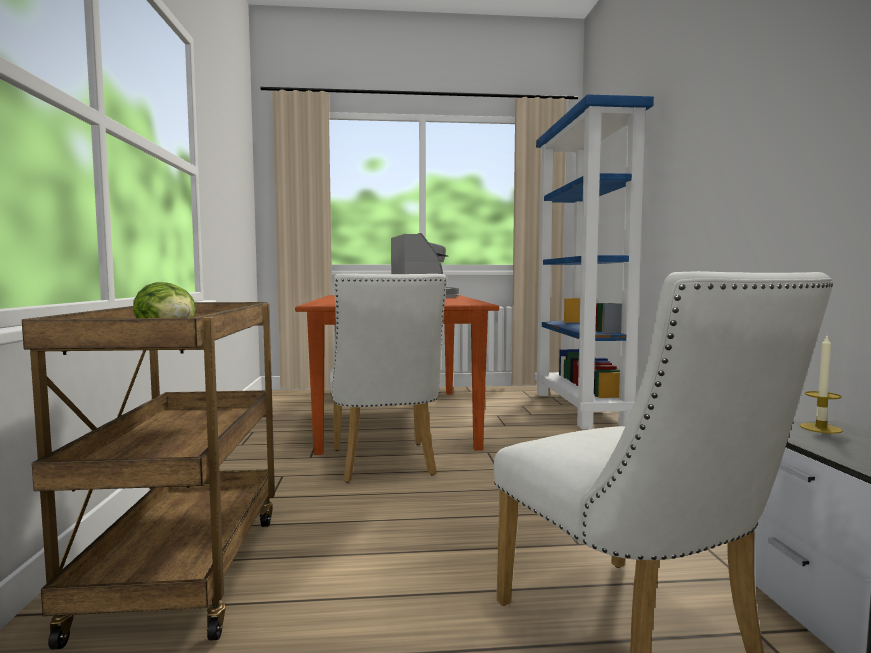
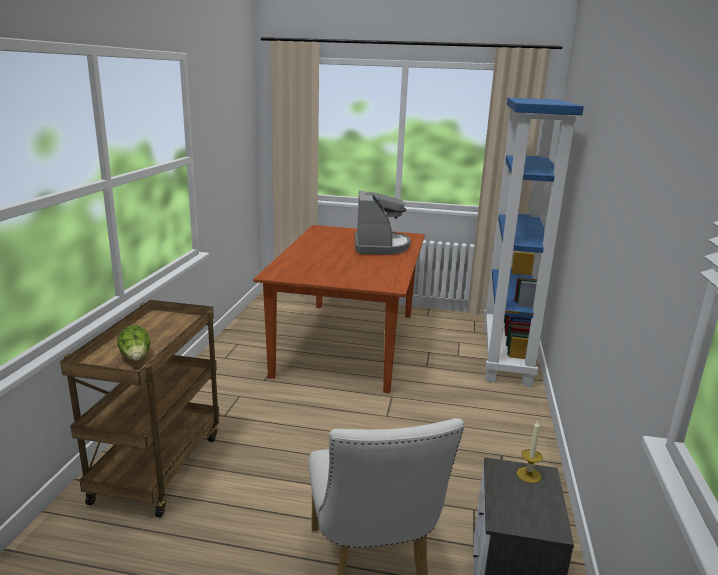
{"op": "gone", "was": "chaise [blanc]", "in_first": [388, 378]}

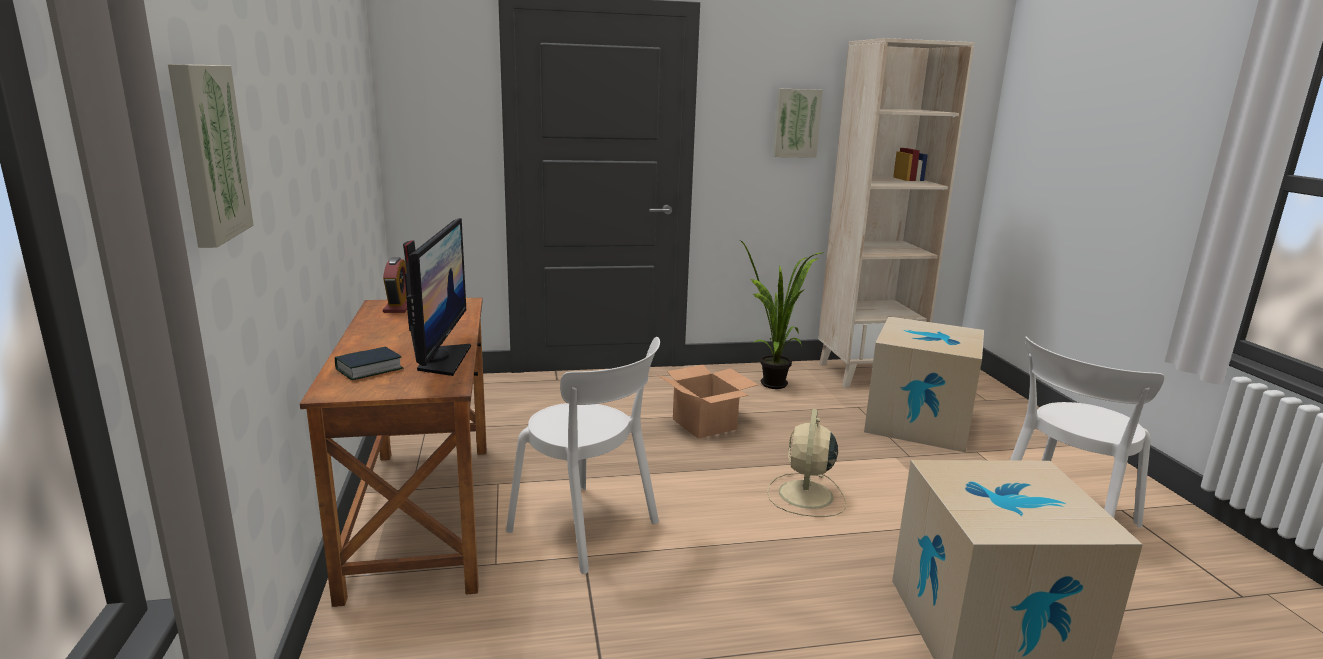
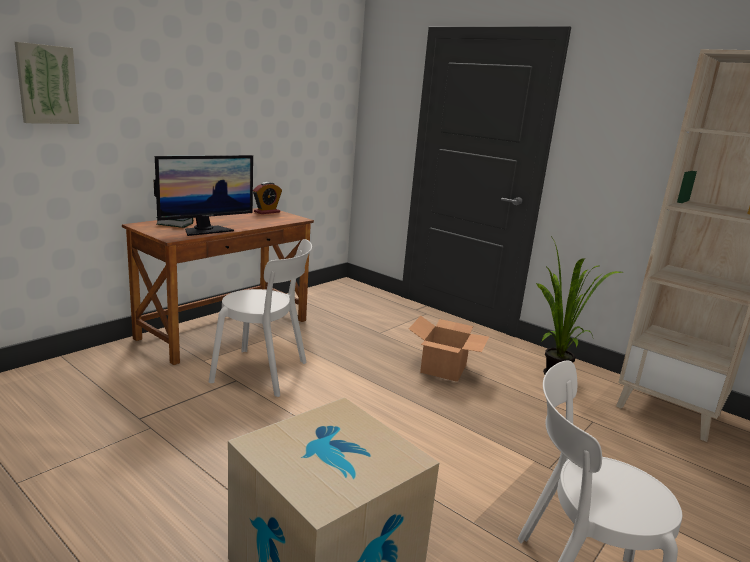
{"op": "gone", "was": "ventilateur [beige]", "in_first": [806, 463]}
{"op": "gone", "was": "tableau", "in_first": [798, 123]}
{"op": "gone", "was": "carton", "in_first": [924, 384]}
{"op": "rotated", "was": "chaise [blanc]", "in_first": [583, 455], "in_second": [260, 318], "clockwise": -75}

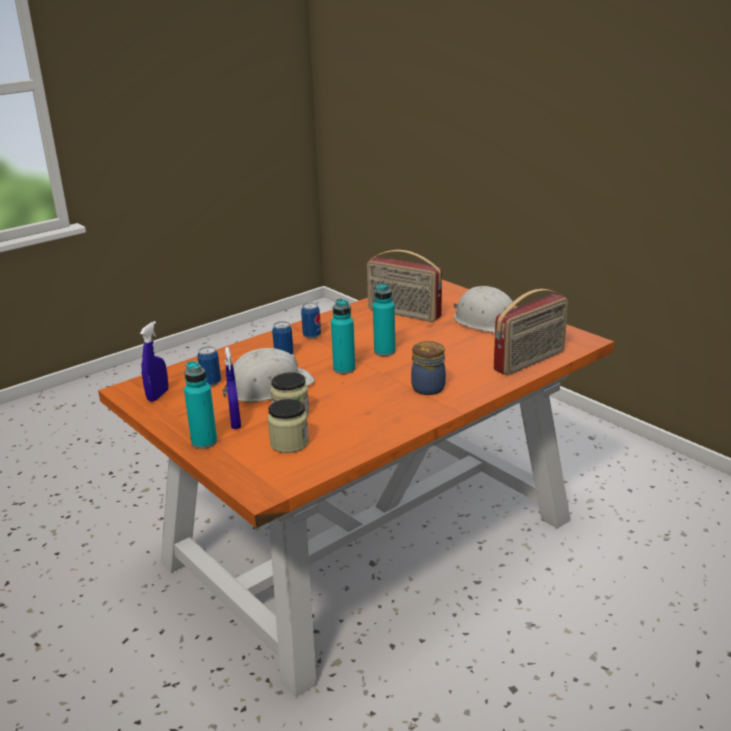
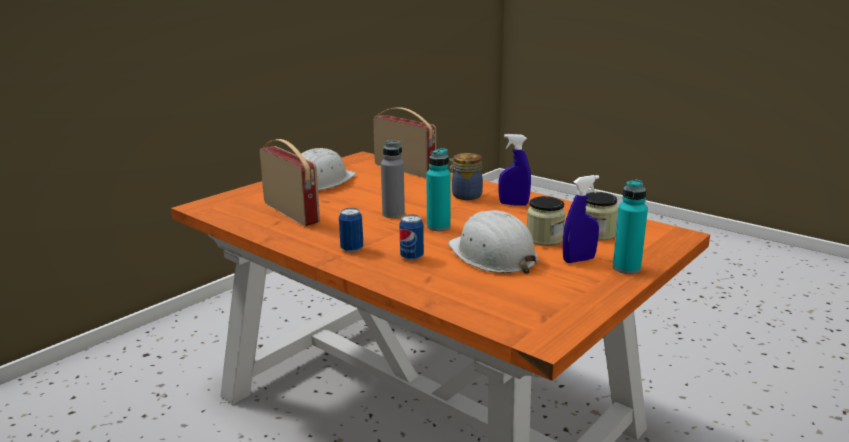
{"op": "gone", "was": "boîte métallique", "in_first": [209, 366]}
{"op": "shifted", "was": "vaporisateur [bleu]", "in_first": [154, 361], "in_second": [515, 170]}
{"op": "repainted", "was": "bouteille [turquoise]", "now": "bouteille [gris]", "in_first": [384, 319], "in_second": [393, 179]}
{"op": "rotated", "was": "radio", "in_first": [404, 286], "in_second": [289, 182], "clockwise": -60}

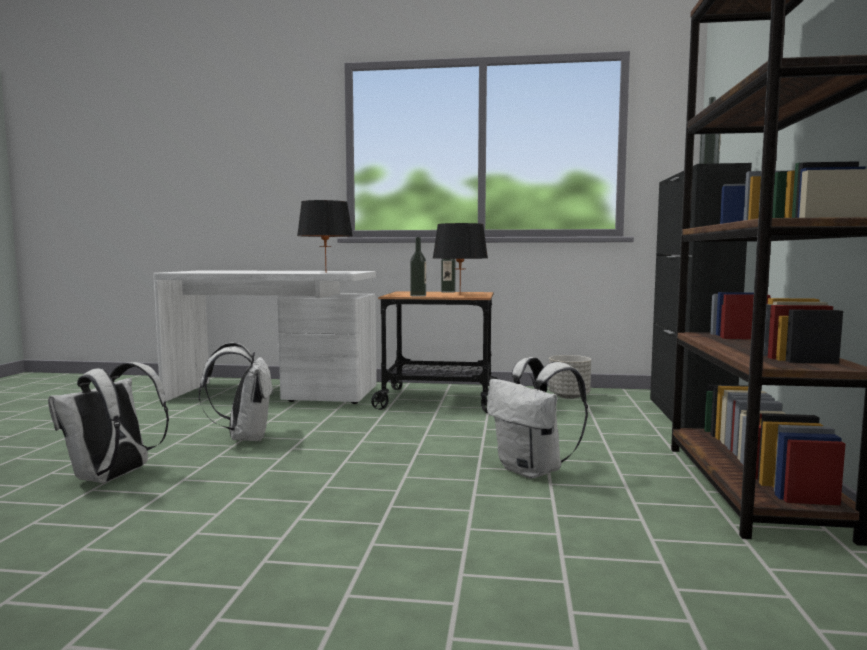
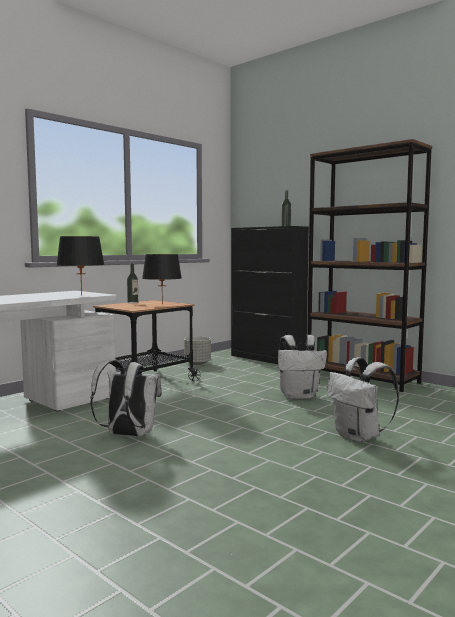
{"op": "gone", "was": "bouteille", "in_first": [418, 267]}
{"op": "shifted", "was": "sac à dos [blanc]", "in_first": [108, 422], "in_second": [363, 400]}

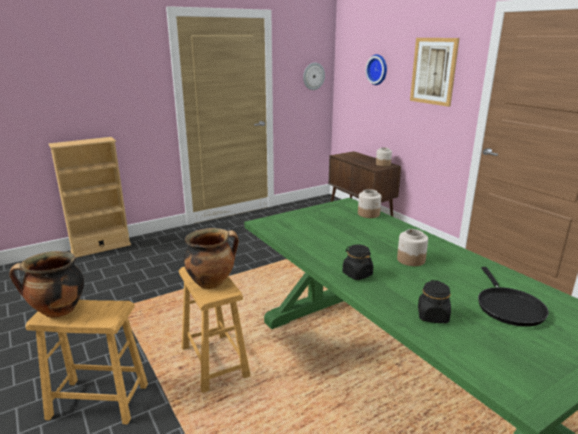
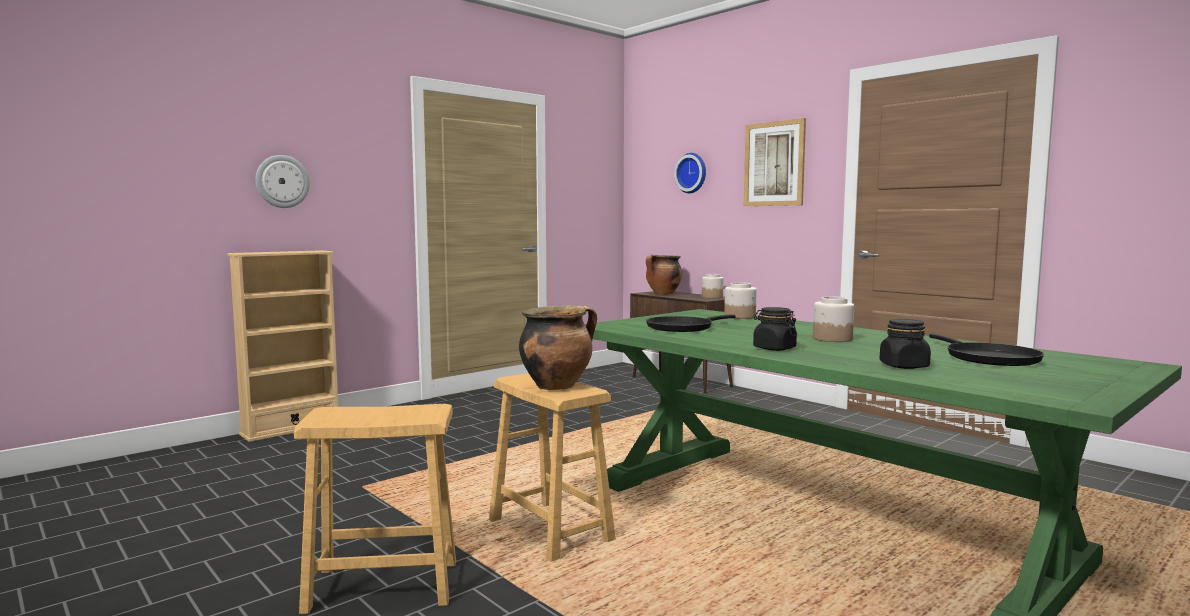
{"op": "new", "now": "poêle [noir]", "in_second": [691, 323]}
{"op": "shifted", "was": "marmite", "in_first": [46, 284], "in_second": [664, 274]}
{"op": "shifted", "was": "horloge murale", "in_first": [314, 76], "in_second": [283, 181]}

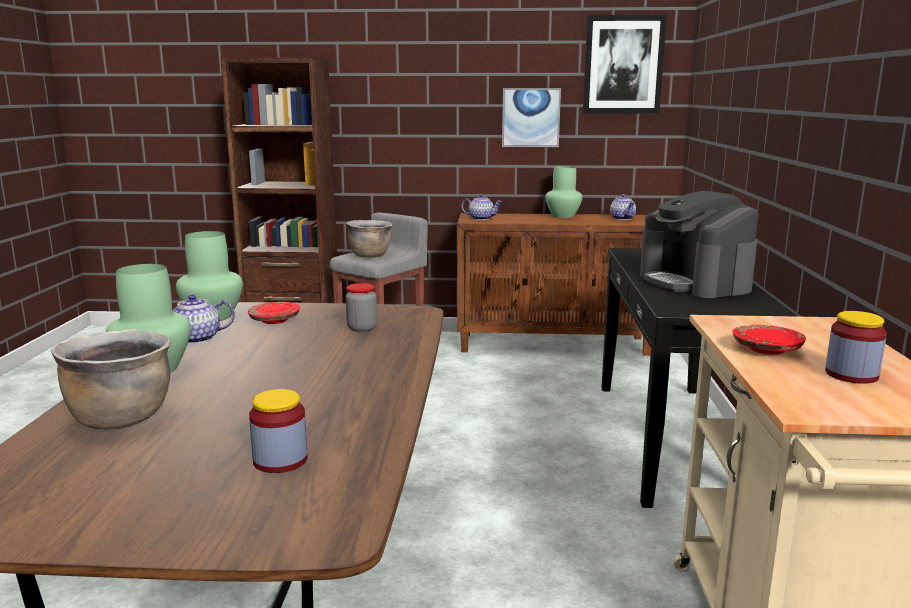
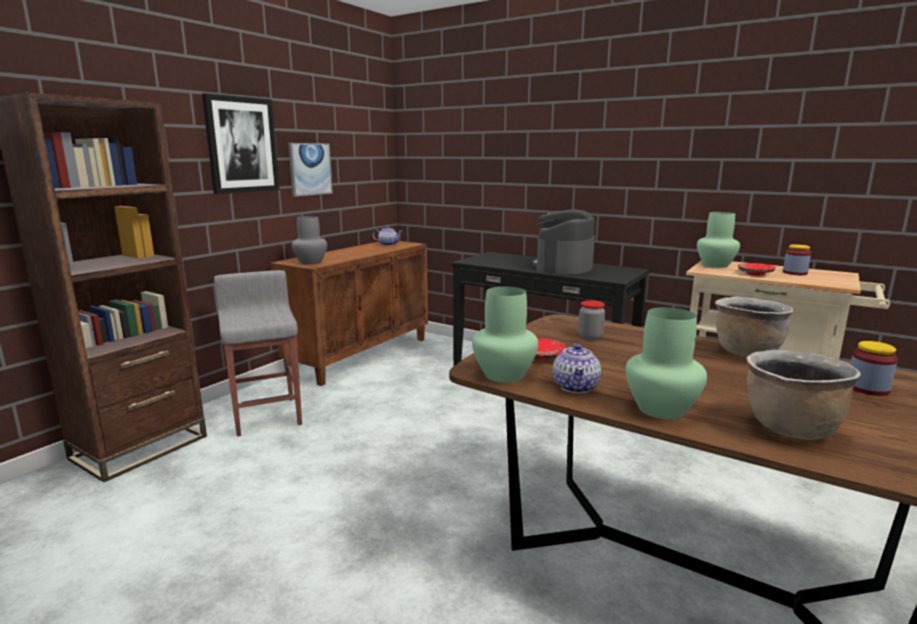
{"op": "shifted", "was": "marmite [marron]", "in_first": [369, 239], "in_second": [754, 327]}
{"op": "shifted", "was": "vase [vert]", "in_first": [563, 192], "in_second": [718, 240]}
{"op": "shifted", "was": "tableau", "in_first": [625, 64], "in_second": [240, 143]}
{"op": "swapped", "was": "théière", "now": "vase [gris]", "in_first": [481, 207], "in_second": [309, 240]}
{"op": "rotated", "was": "machine à café", "in_first": [699, 244], "in_second": [563, 241], "clockwise": 105}

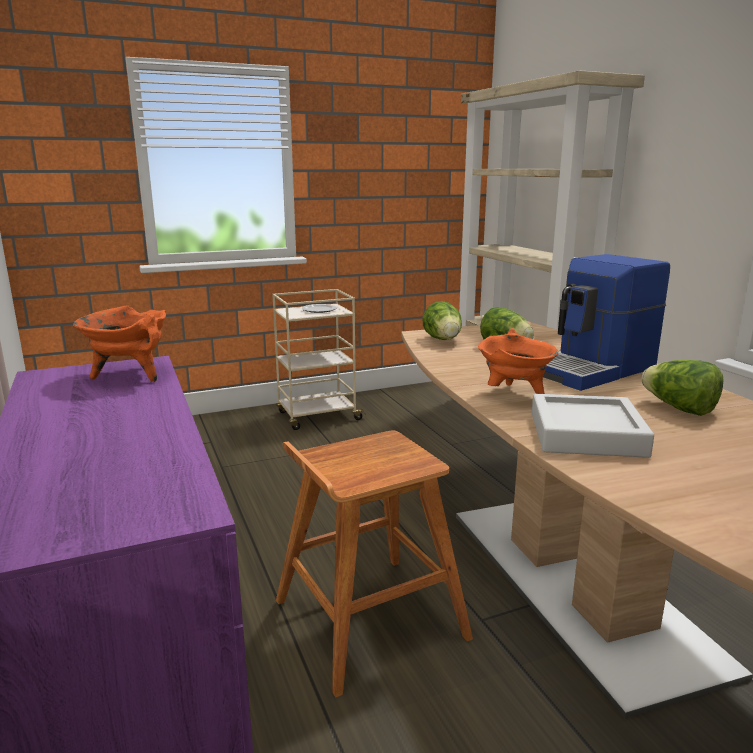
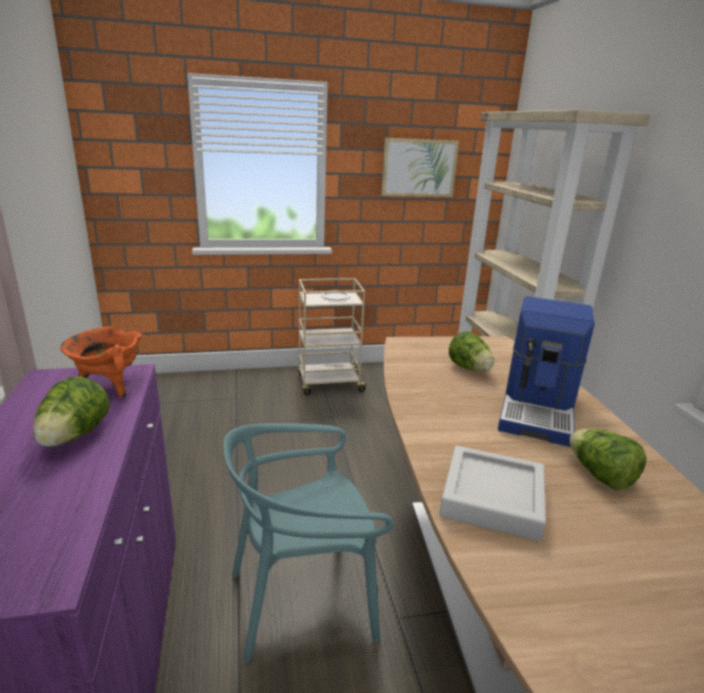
{"op": "gone", "was": "marmite [orange]", "in_first": [518, 361]}
{"op": "new", "now": "tableau", "in_second": [420, 167]}
{"op": "shifted", "was": "laitue", "in_first": [442, 320], "in_second": [71, 411]}
{"op": "swapped", "was": "tabouret [marron]", "now": "chaise [turquoise]", "in_first": [374, 564], "in_second": [308, 543]}
{"op": "rotated", "was": "machine à café", "in_first": [606, 322], "in_second": [546, 371], "clockwise": -45}

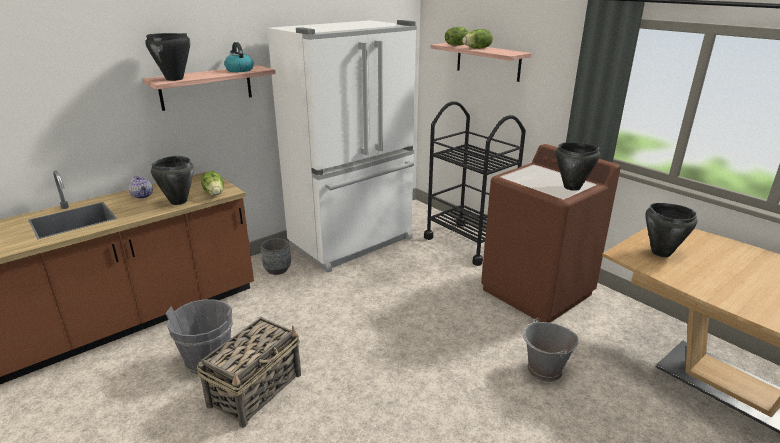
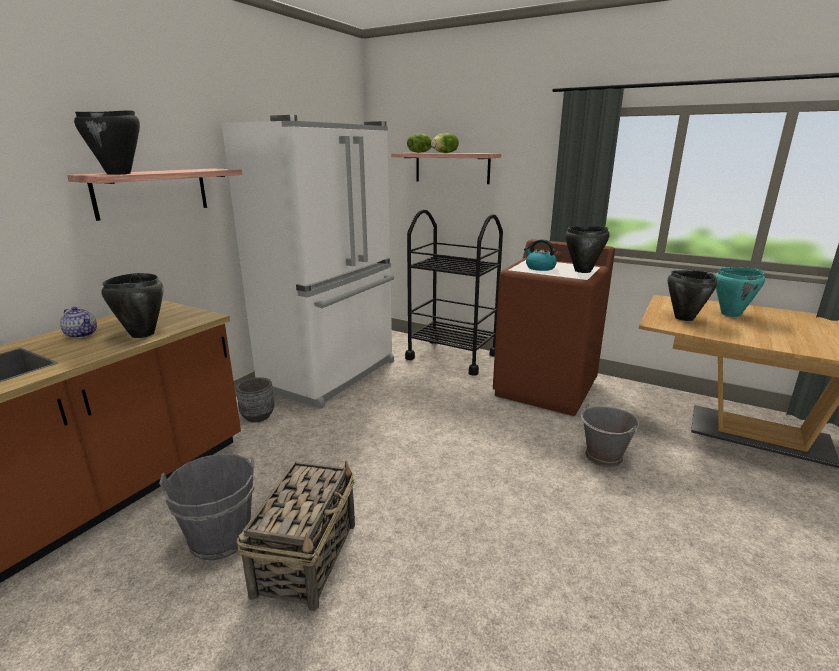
{"op": "gone", "was": "laitue", "in_first": [212, 183]}
{"op": "new", "now": "marmite [turquoise]", "in_second": [740, 292]}
{"op": "shifted", "was": "bouilloire", "in_first": [239, 57], "in_second": [540, 255]}

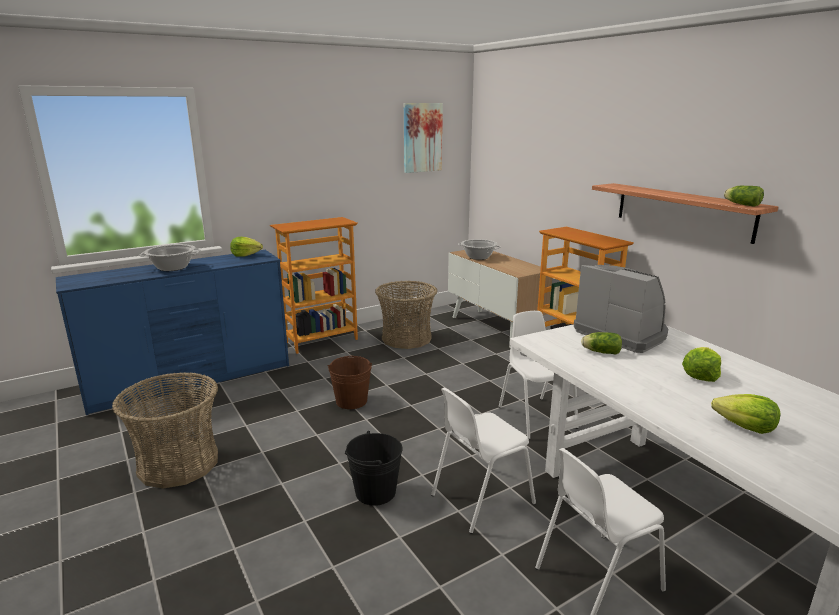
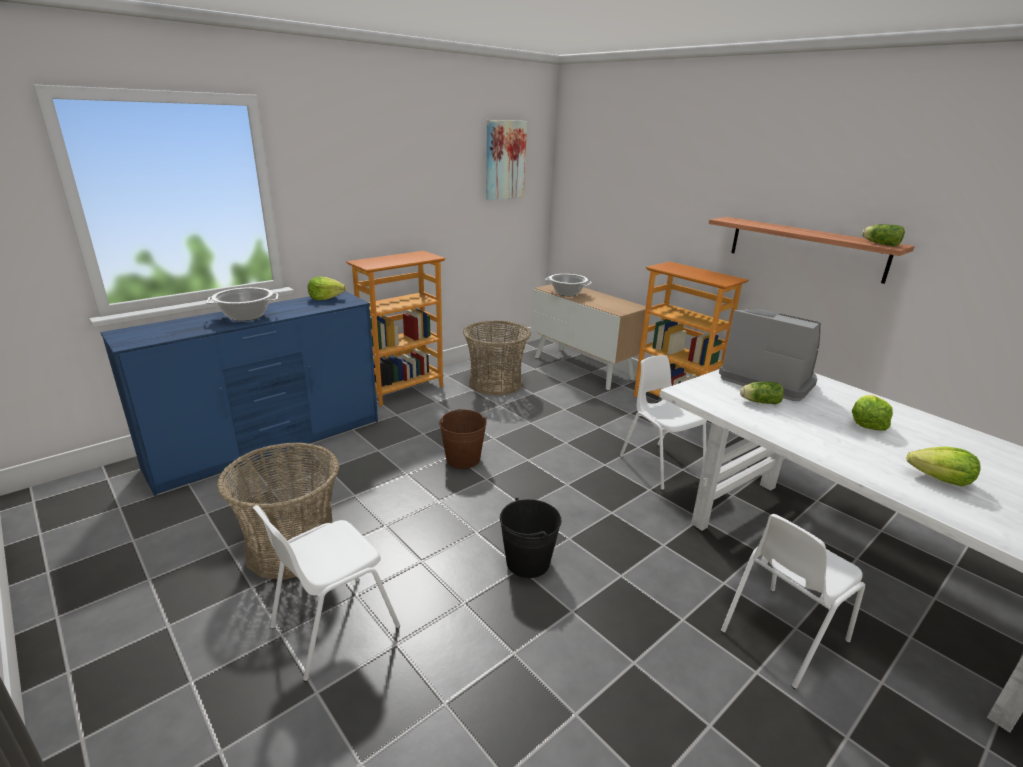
{"op": "shifted", "was": "chaise [blanc]", "in_first": [483, 460], "in_second": [326, 593]}

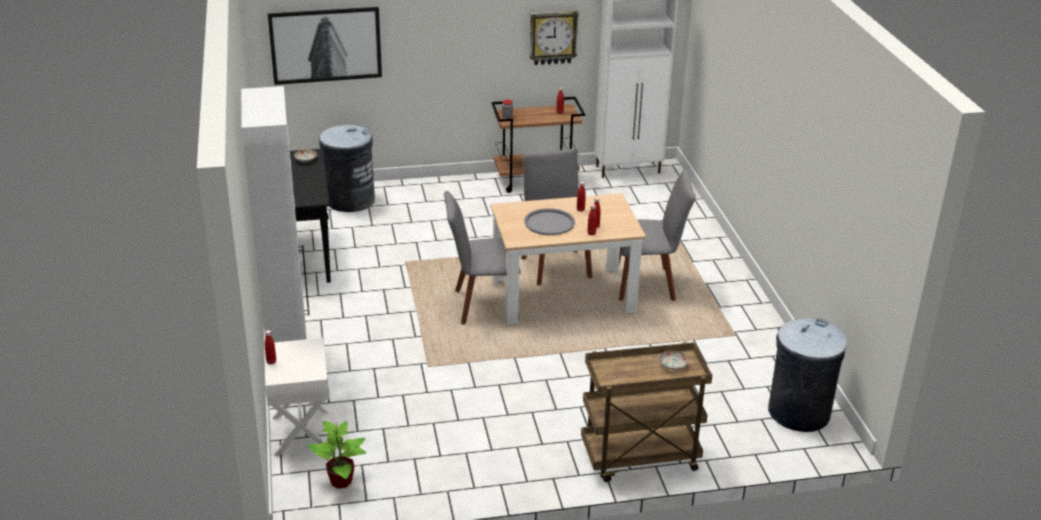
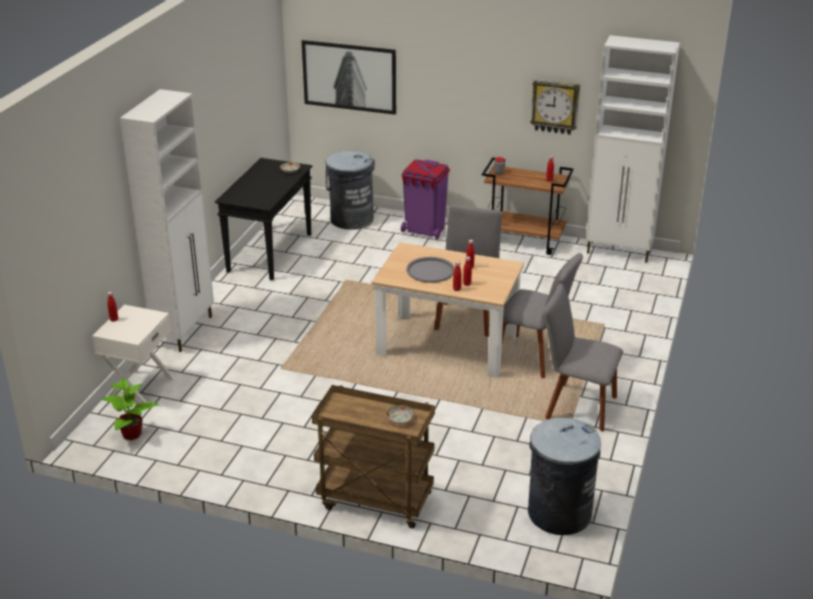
{"op": "new", "now": "poubelle [violet]", "in_second": [425, 199]}
{"op": "shifted", "was": "chaise [gris]", "in_first": [482, 258], "in_second": [583, 357]}

